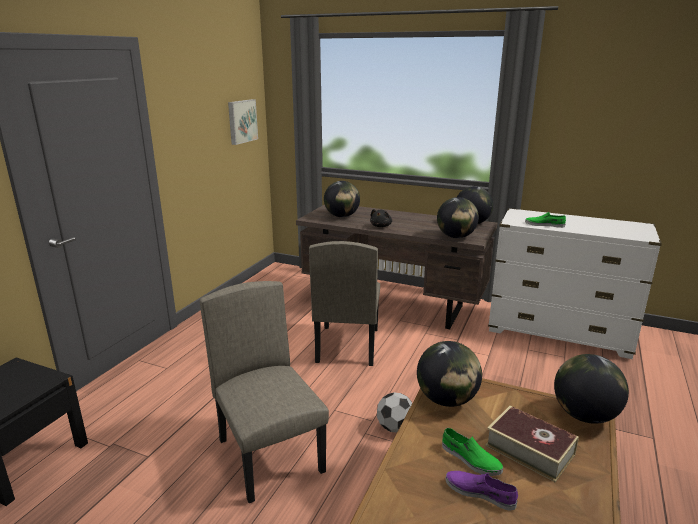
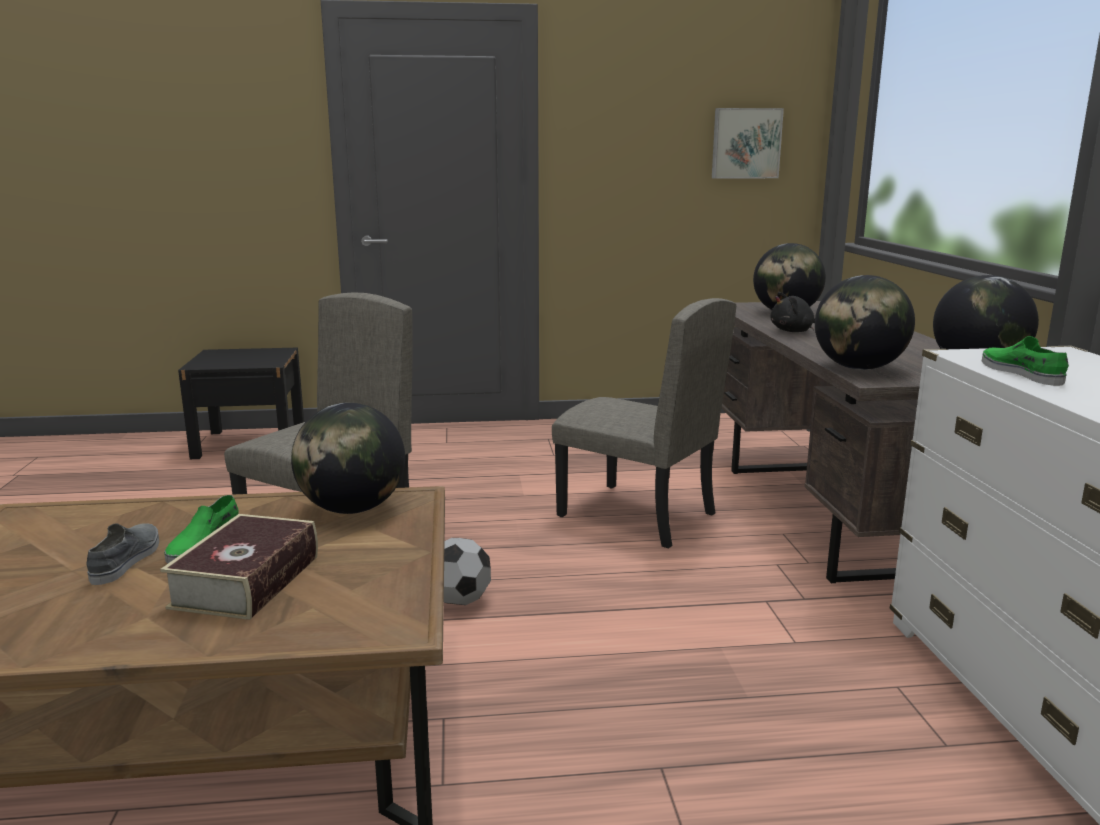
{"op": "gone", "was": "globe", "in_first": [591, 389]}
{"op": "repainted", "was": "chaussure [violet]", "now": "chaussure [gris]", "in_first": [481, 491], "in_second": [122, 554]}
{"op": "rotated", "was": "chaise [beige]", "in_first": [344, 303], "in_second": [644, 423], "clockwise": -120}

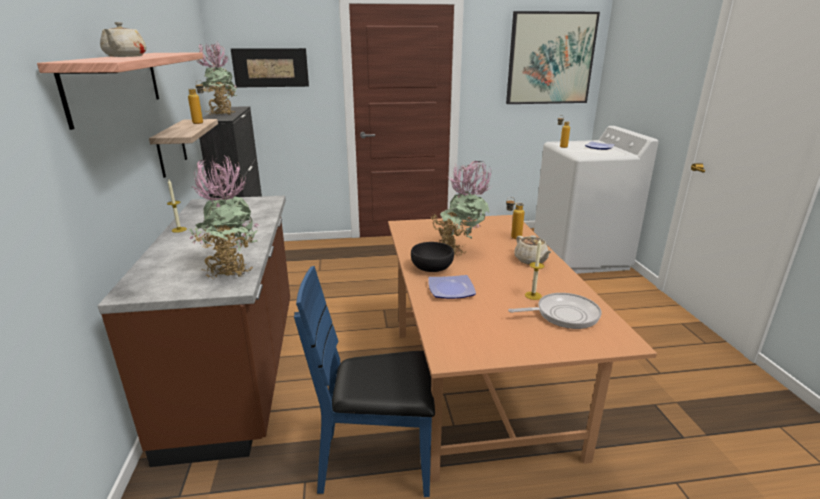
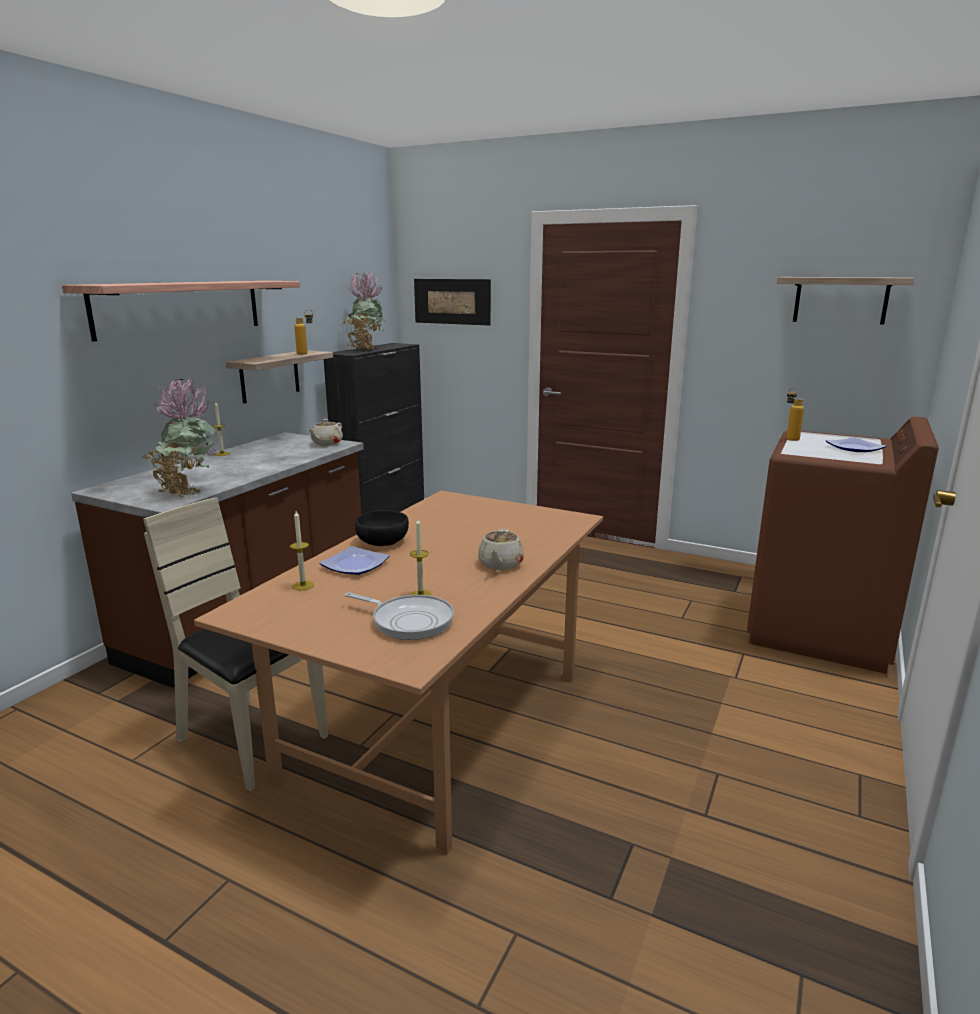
{"op": "gone", "was": "plante en pot", "in_first": [461, 208]}
{"op": "gone", "was": "bouteille", "in_first": [515, 218]}
{"op": "new", "now": "bougie", "in_second": [302, 550]}
{"op": "shifted", "was": "théière [beige]", "in_first": [123, 39], "in_second": [325, 432]}
{"op": "swapped", "was": "tableau", "now": "étagère", "in_first": [553, 57], "in_second": [845, 301]}
{"op": "repainted", "was": "chaise [bleu]", "now": "chaise [beige]", "in_first": [364, 381], "in_second": [235, 644]}
{"op": "repainted", "was": "lave-linge [blanc]", "now": "lave-linge [marron]", "in_first": [596, 200], "in_second": [843, 545]}

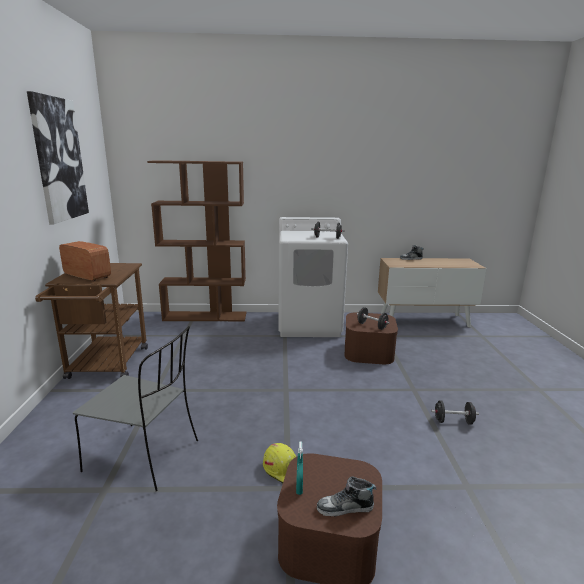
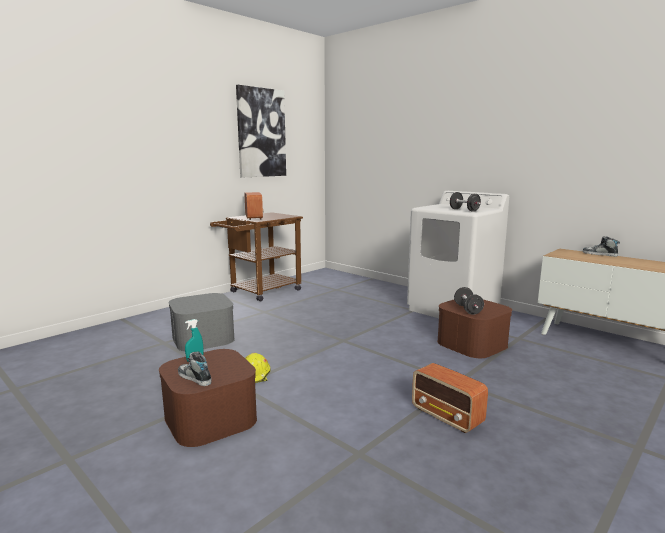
{"op": "gone", "was": "bibliothèque [marron]", "in_first": [196, 240]}
{"op": "swapped", "was": "chaise [gris]", "now": "boîte de rangement [gris]", "in_first": [135, 408], "in_second": [202, 322]}
{"op": "swapped", "was": "haltère [noir]", "now": "radio", "in_first": [455, 412], "in_second": [450, 398]}

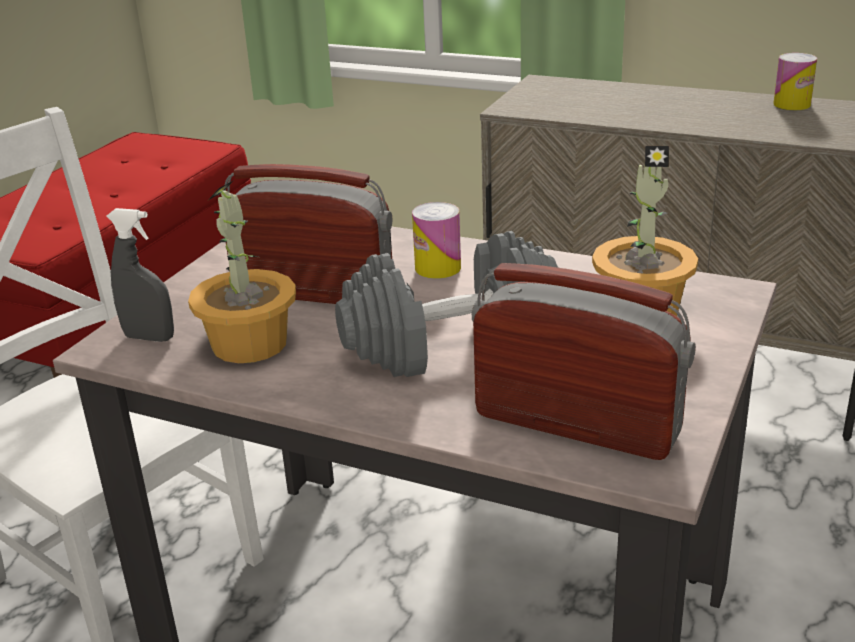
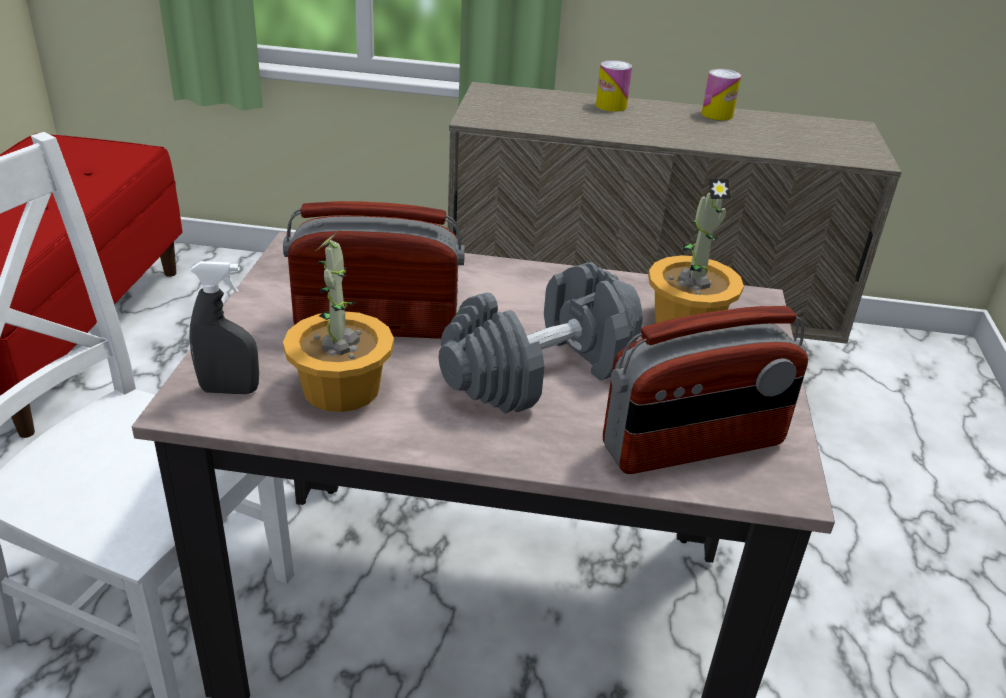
{"op": "shifted", "was": "boîte métallique", "in_first": [436, 240], "in_second": [614, 86]}
{"op": "rotated", "was": "radio", "in_first": [584, 361], "in_second": [705, 390], "clockwise": 150}

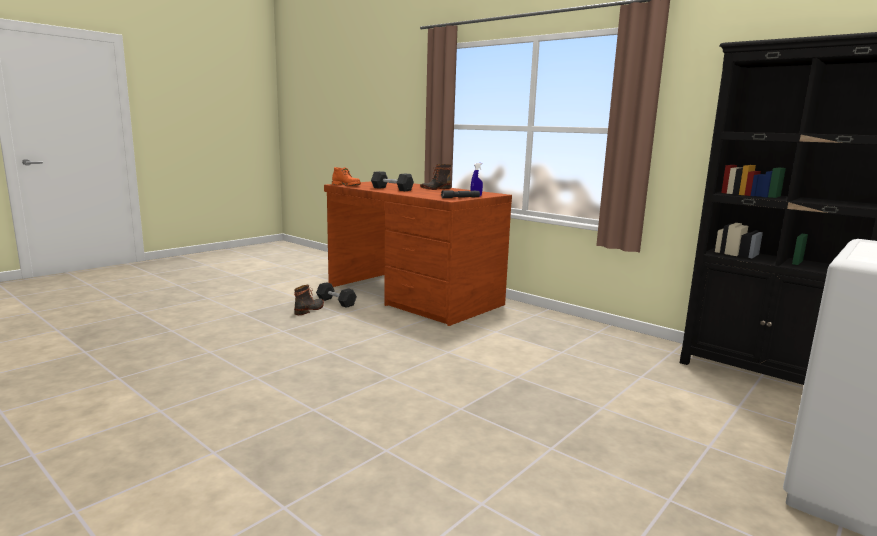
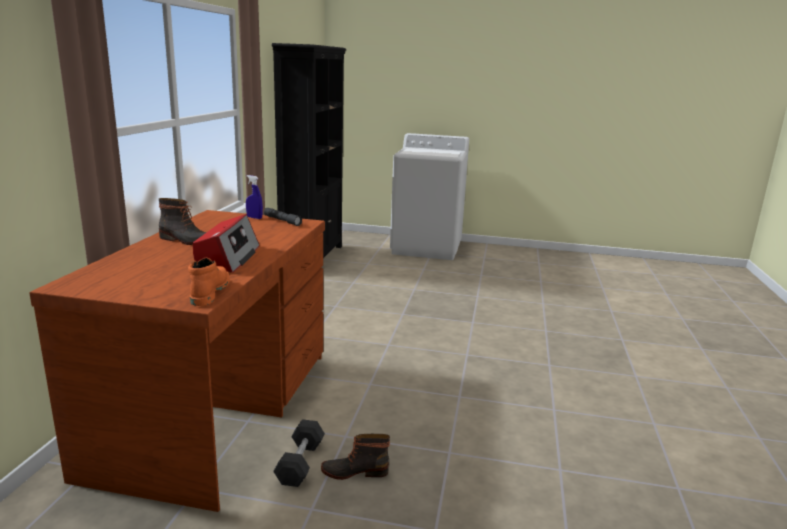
{"op": "swapped", "was": "haltère [noir]", "now": "radio", "in_first": [392, 181], "in_second": [226, 243]}

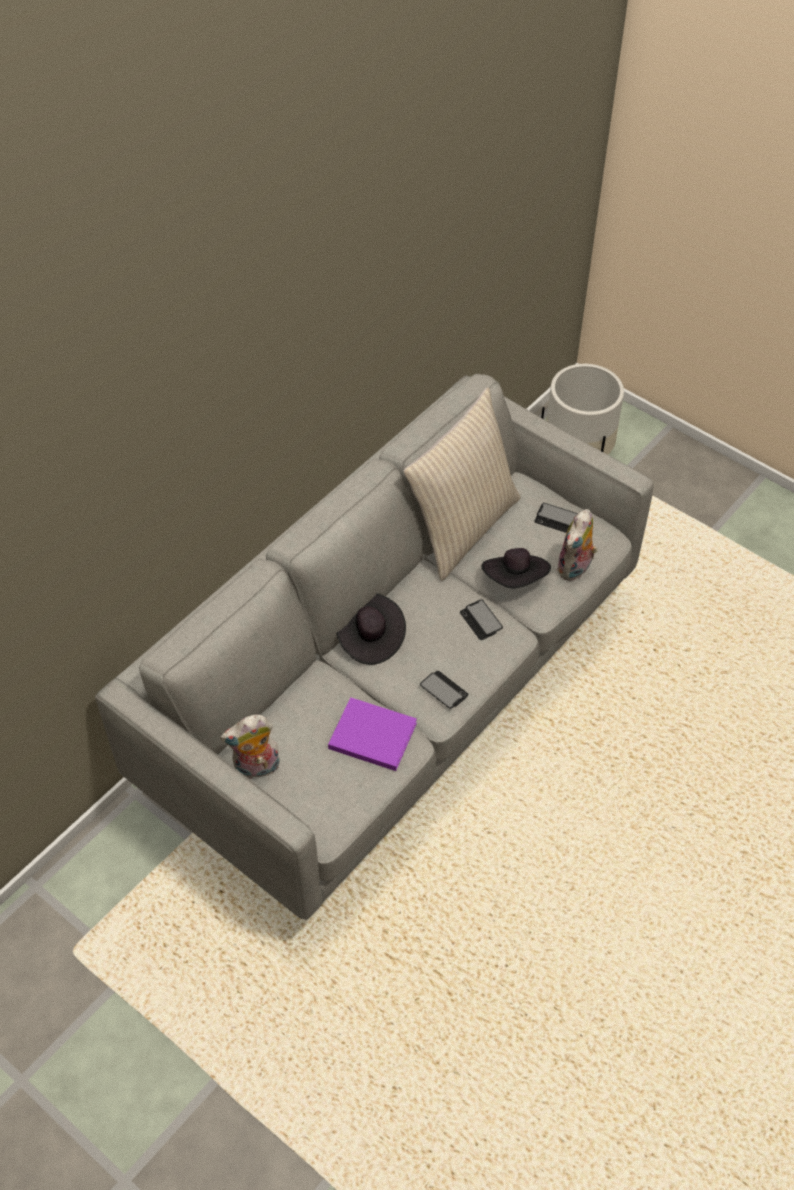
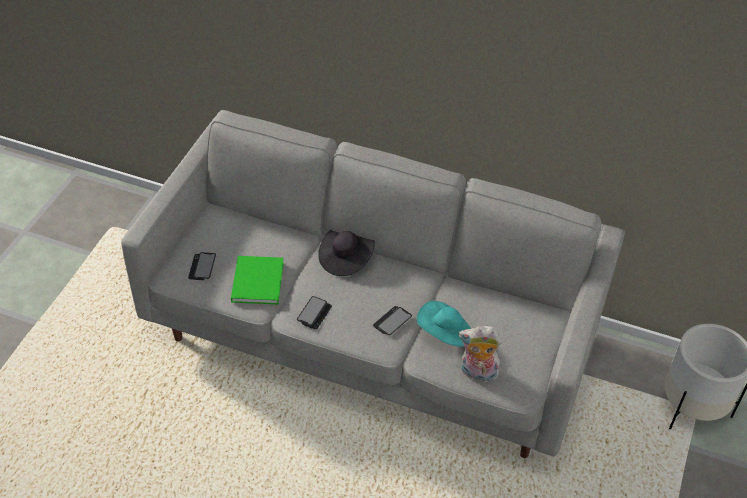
{"op": "gone", "was": "peluche", "in_first": [250, 746]}
{"op": "gone", "was": "coussin [beige]", "in_first": [462, 484]}
{"op": "shifted", "was": "téléphone", "in_first": [556, 518], "in_second": [202, 266]}
{"op": "repainted", "was": "livre [violet]", "now": "livre [vert]", "in_first": [372, 734], "in_second": [257, 280]}
{"op": "repainted", "was": "chapeau [noir]", "now": "chapeau [turquoise]", "in_first": [516, 568], "in_second": [444, 324]}

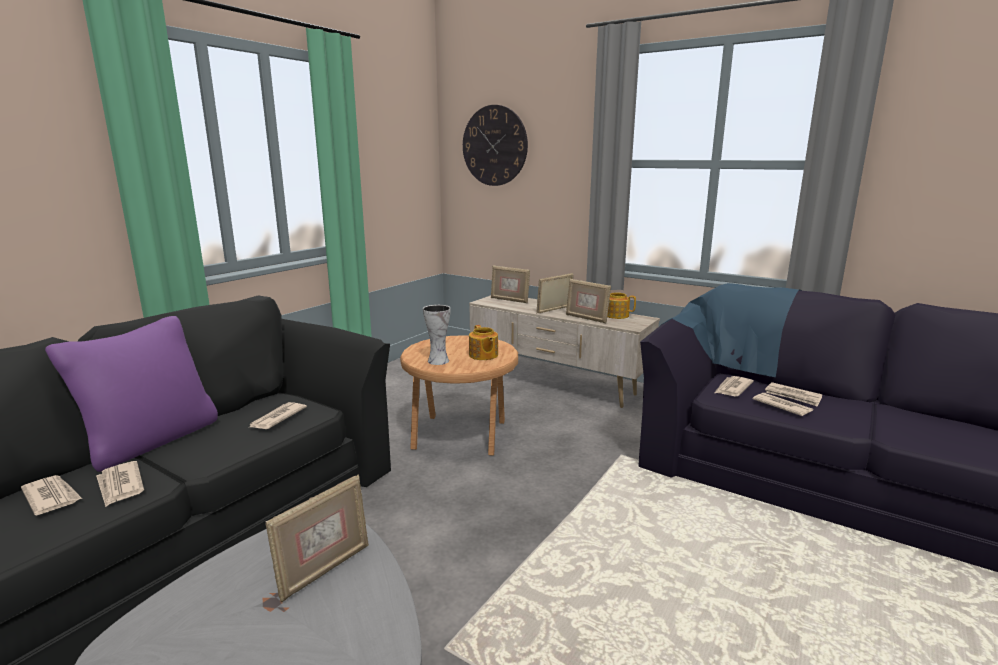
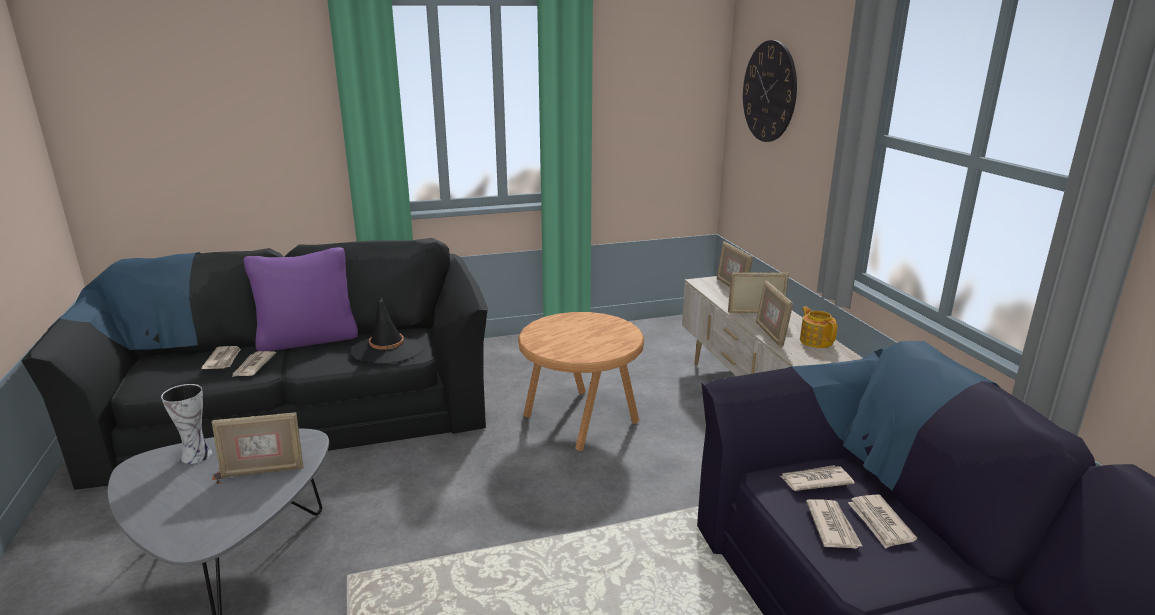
{"op": "gone", "was": "théière", "in_first": [483, 342]}
{"op": "shifted", "was": "vase", "in_first": [437, 335], "in_second": [186, 424]}
{"op": "swapped", "was": "journal", "now": "chapeau [noir]", "in_first": [277, 415], "in_second": [387, 330]}

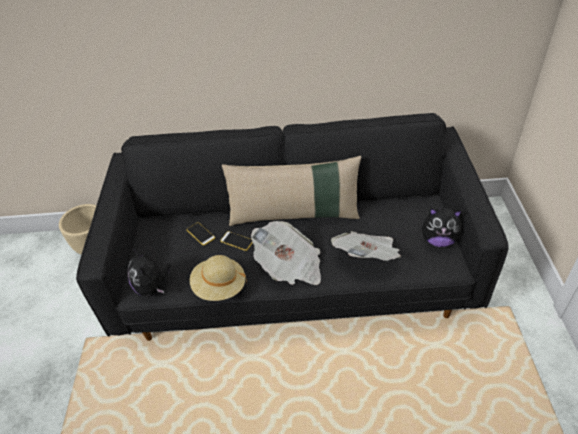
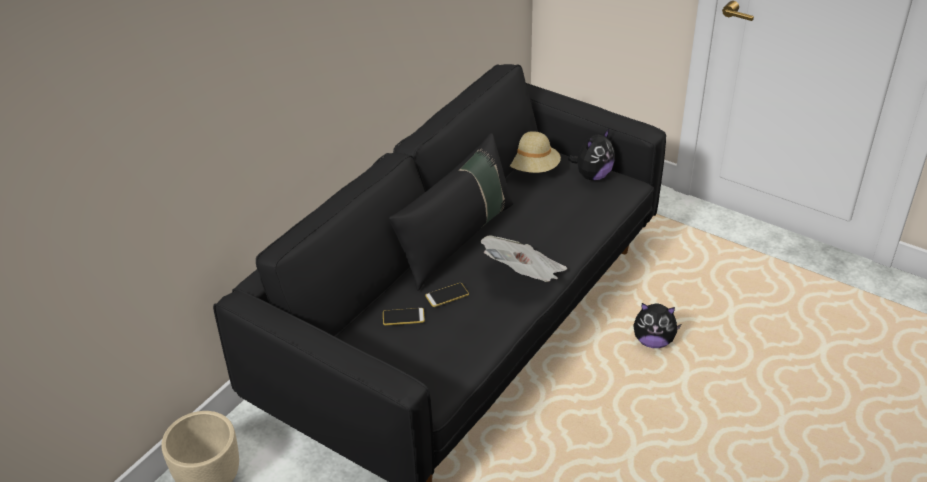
{"op": "gone", "was": "journal", "in_first": [366, 246]}
{"op": "shifted", "was": "peluche", "in_first": [149, 272], "in_second": [657, 325]}
{"op": "shifted", "was": "chapeau [beige]", "in_first": [218, 278], "in_second": [535, 152]}
{"op": "repainted", "was": "coussin [beige]", "now": "coussin [noir]", "in_first": [291, 191], "in_second": [451, 212]}

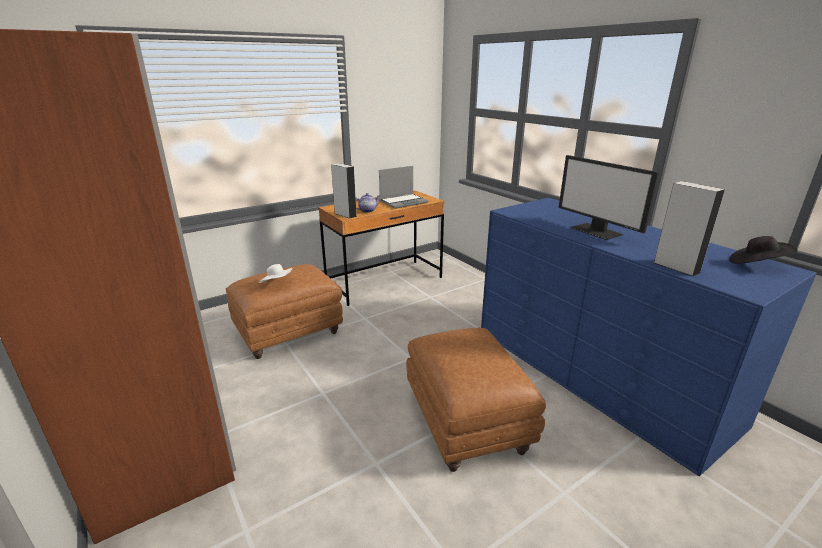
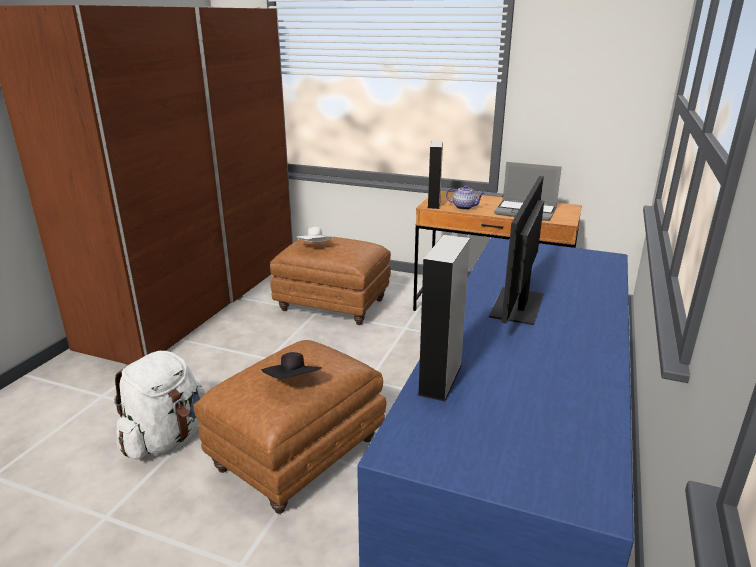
{"op": "new", "now": "sac à dos [blanc]", "in_second": [159, 405]}
{"op": "shifted", "was": "chapeau [noir]", "in_first": [763, 250], "in_second": [292, 365]}

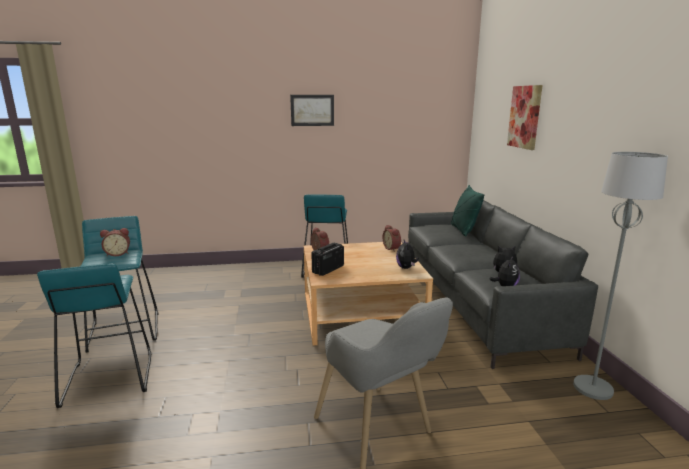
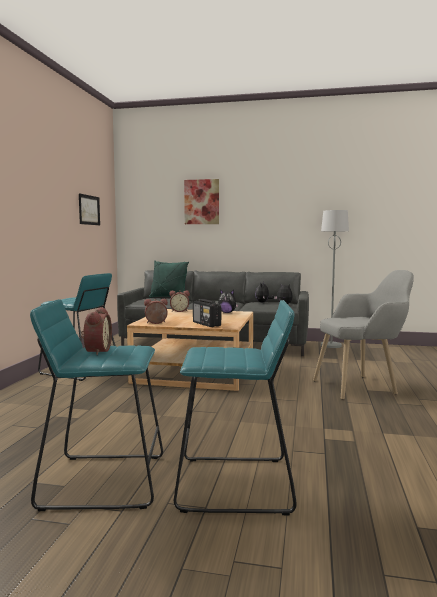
{"op": "shifted", "was": "tableau", "in_first": [312, 110], "in_second": [89, 209]}

